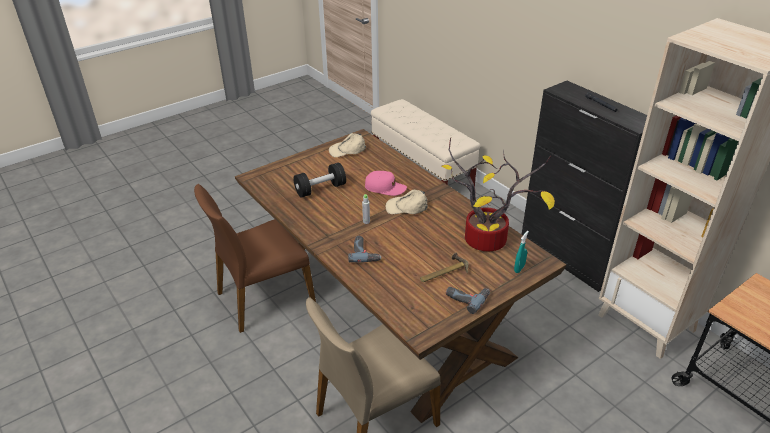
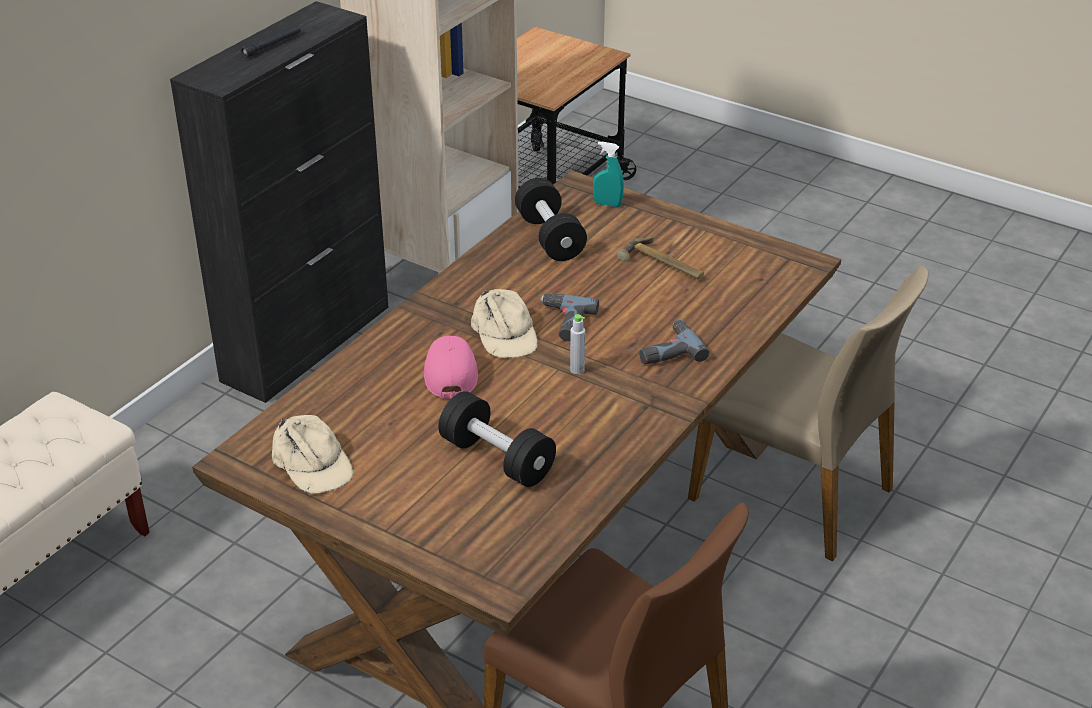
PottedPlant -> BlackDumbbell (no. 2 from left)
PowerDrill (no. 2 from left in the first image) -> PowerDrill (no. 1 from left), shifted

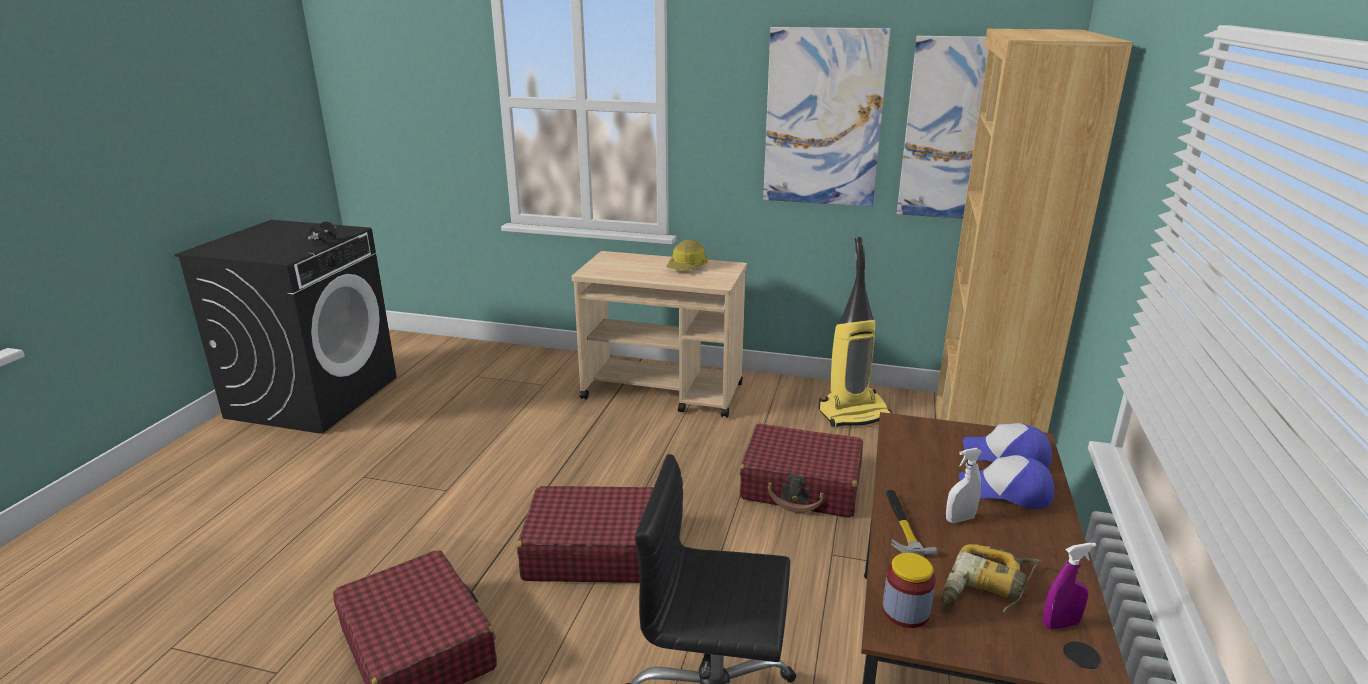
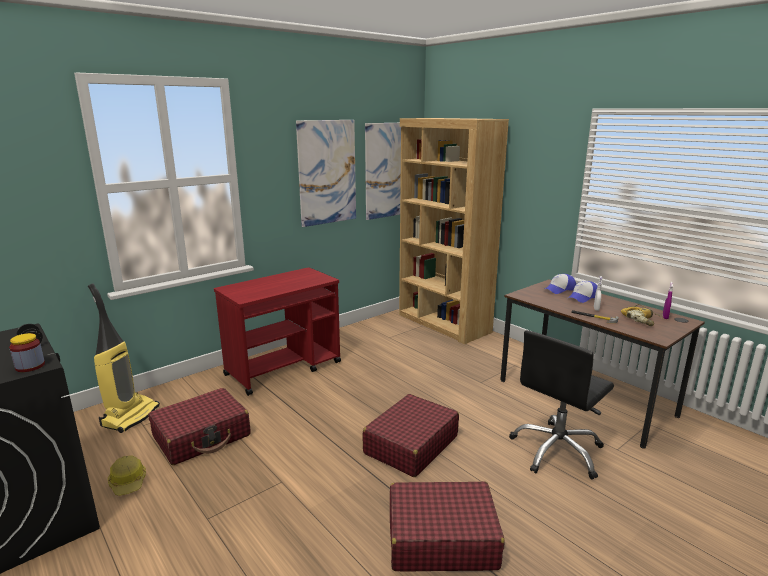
Jar, shifted
VacuumCleaner, shifted
HardHat, shifted
RedSuitcase (no. 3 from left in the first image) -> RedSuitcase (no. 1 from left), shifted
BeigeCart -> RedCart

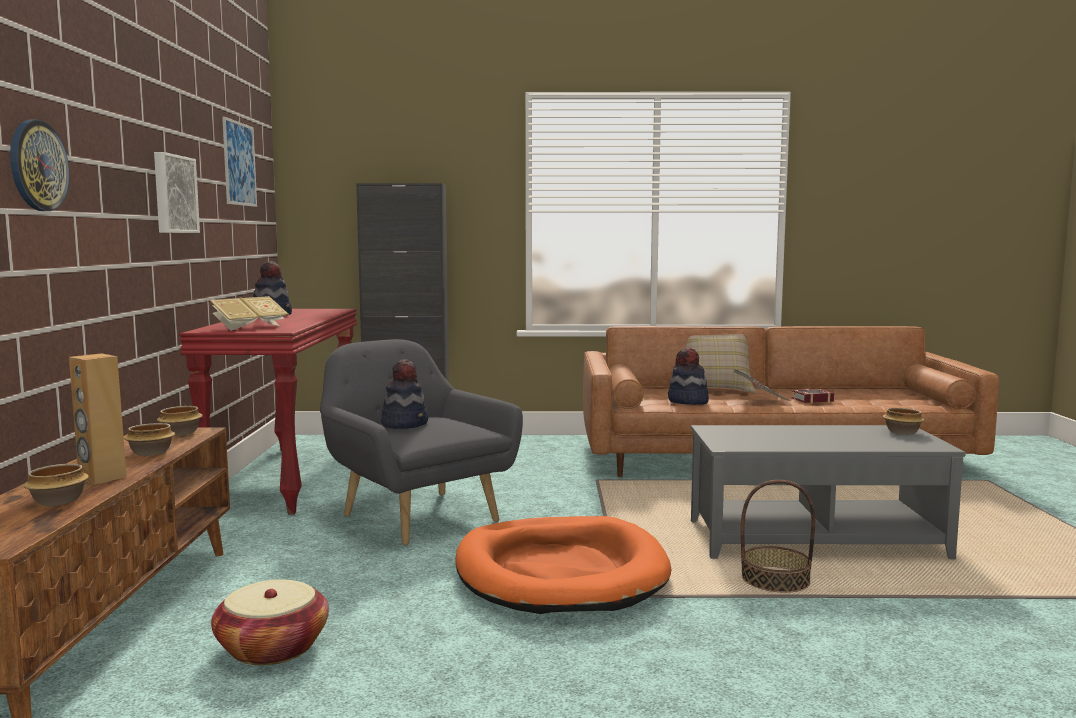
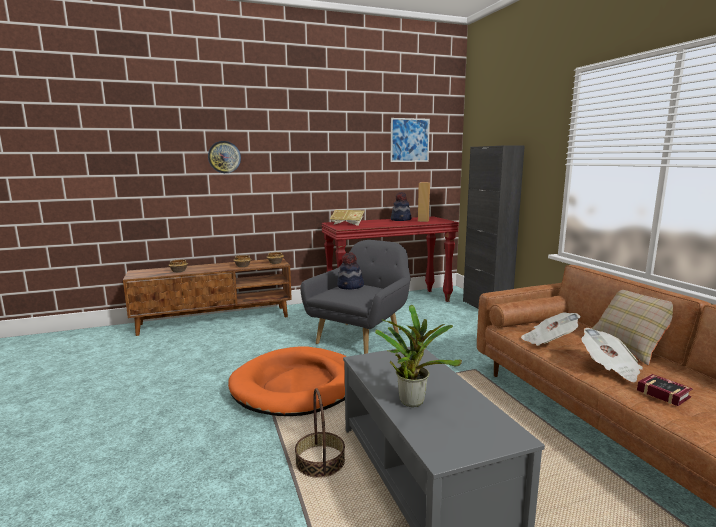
none -> PottedPlant
BrownSpeaker, shifted
Hat (no. 3 from left) -> Newspaper (no. 1 from left)
Picture (no. 1 from left) -> none
Basket (no. 1 from left) -> none
Bowl (no. 4 from left) -> none

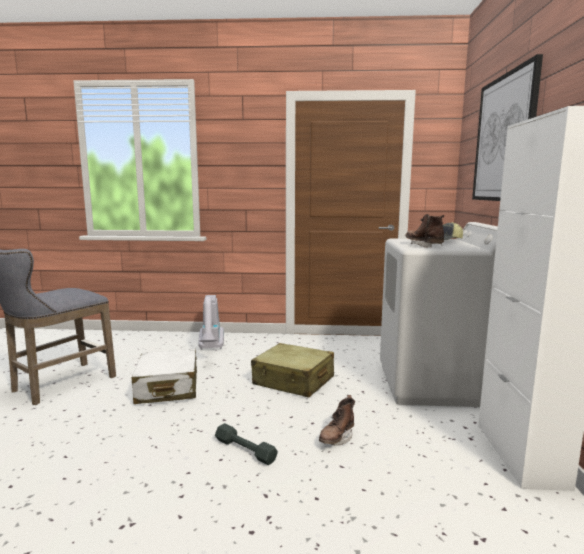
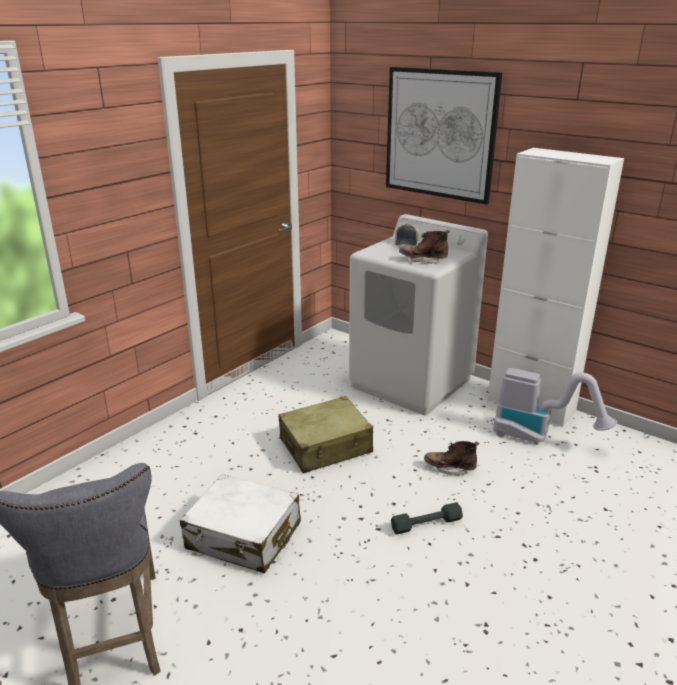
BrownBoot (no. 1 from left in the first image) -> BrownBoot (no. 2 from left), 120 degrees clockwise
VacuumCleaner, shifted

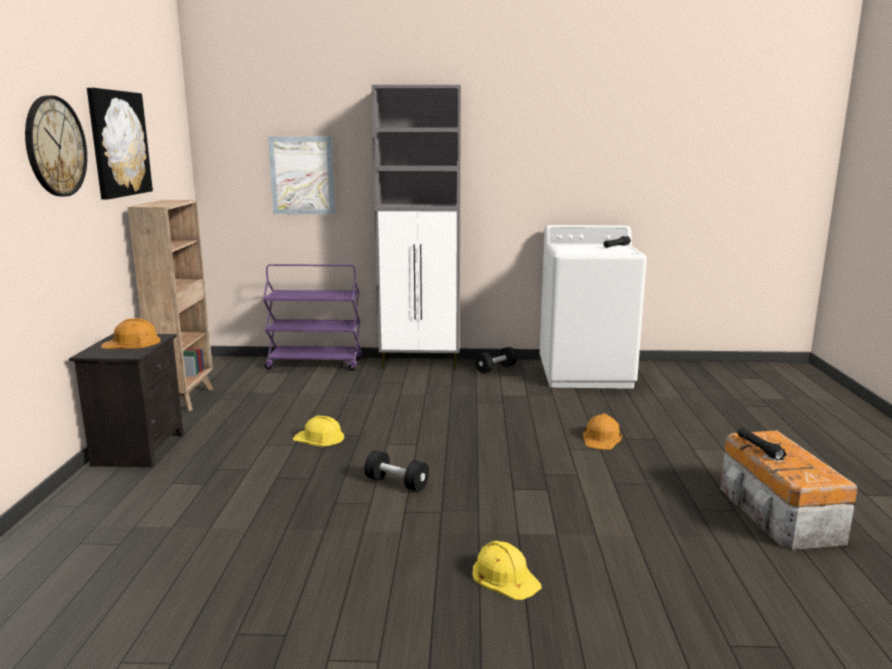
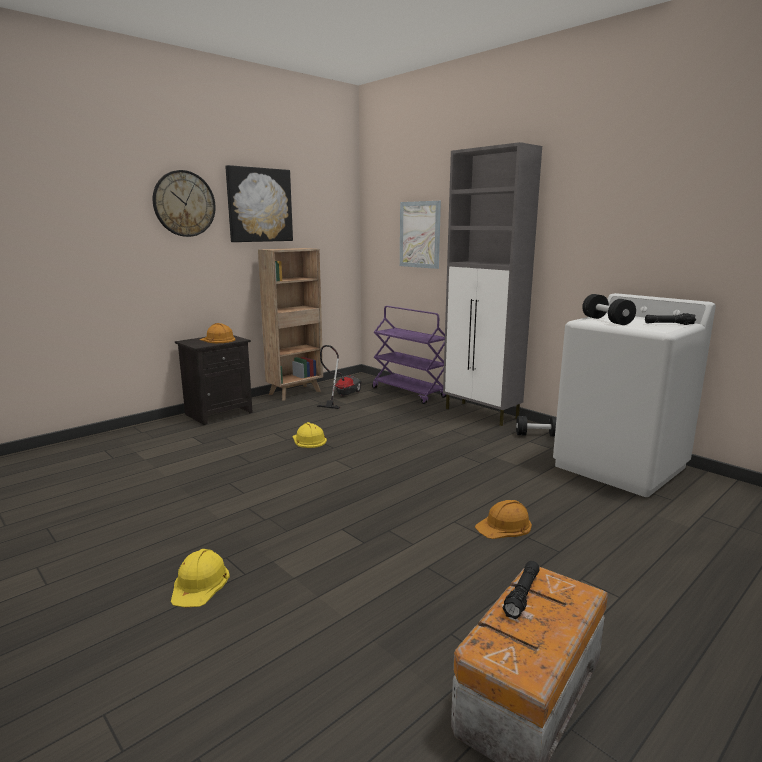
none -> VacuumCleaner
BlackDumbbell (no. 1 from left in the first image) -> BlackDumbbell (no. 2 from left), shifted

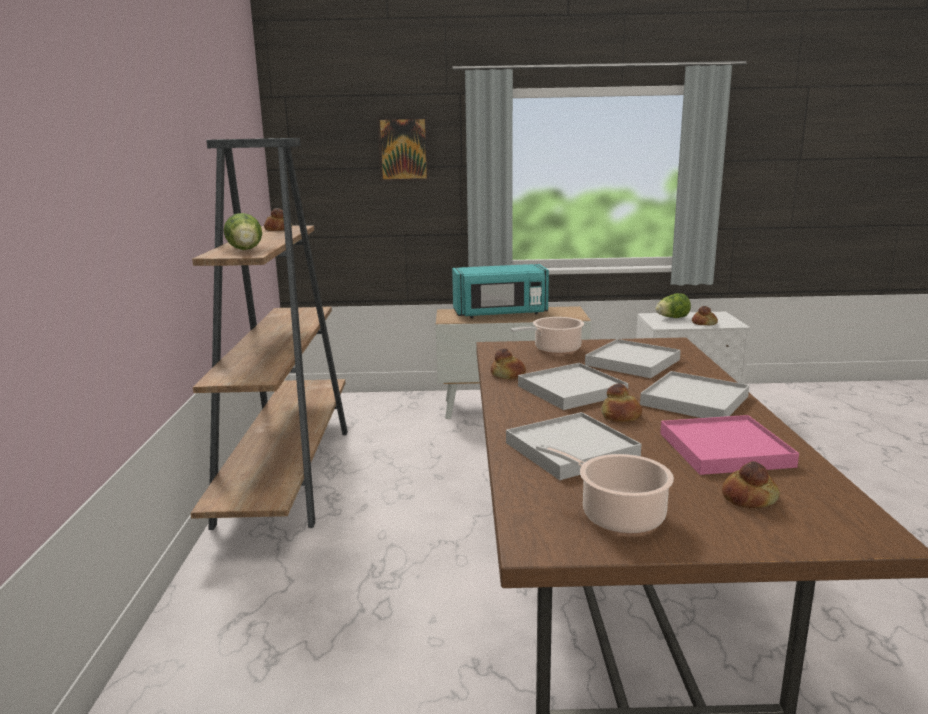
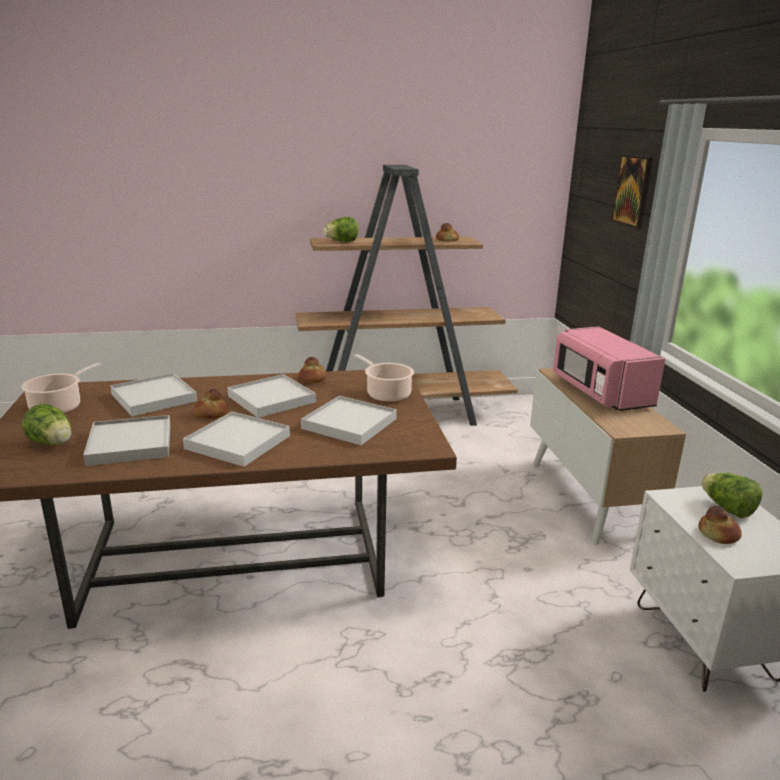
Bread (no. 5 from left) -> Lettuce (no. 1 from left)
PinkTray -> WhiteTray (no. 1 from left)
TurquoiseMicrowave -> PinkMicrowave

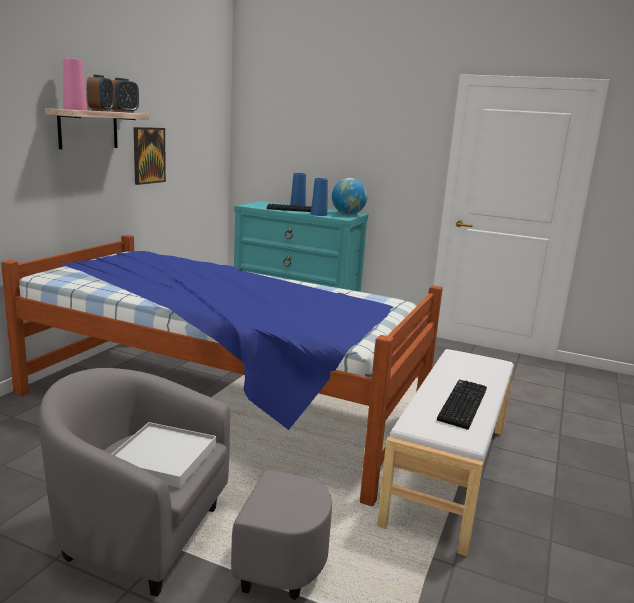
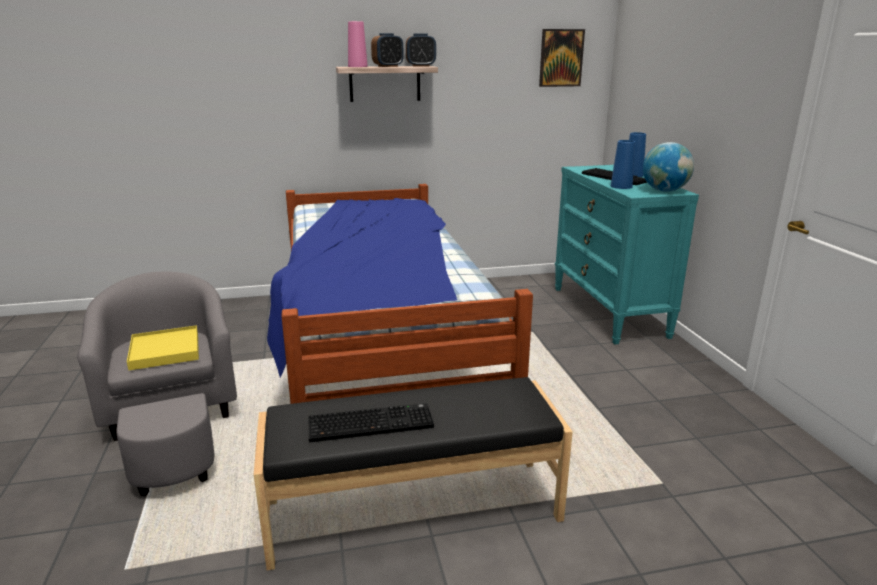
WhiteTray -> YellowTray
WhiteBench -> BlackBench
Picture, shifted

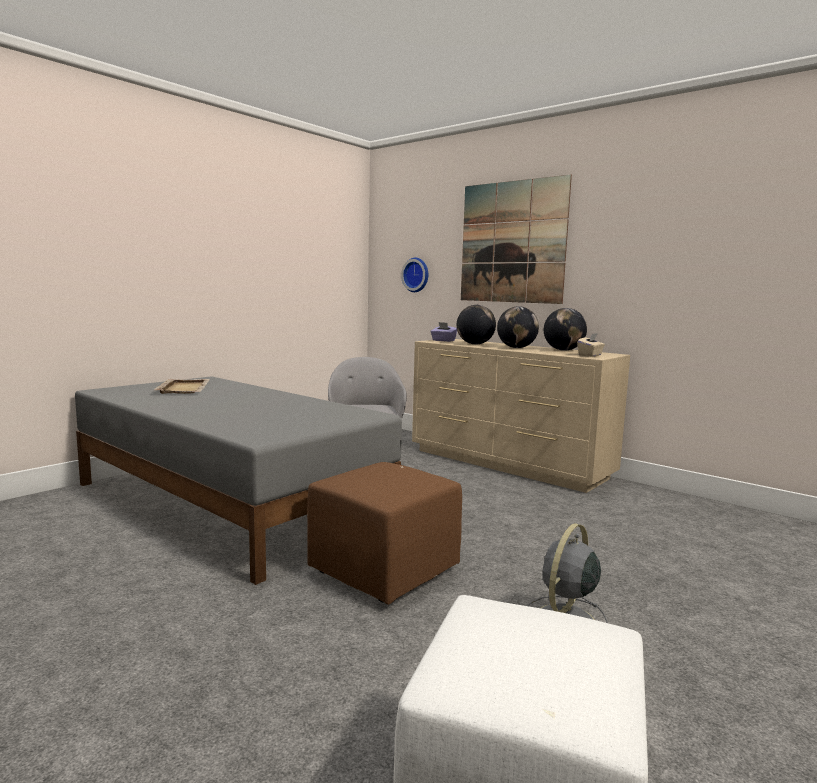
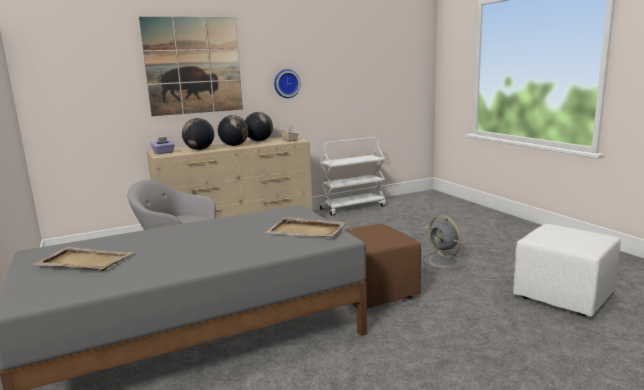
none -> BeigeTray (no. 2 from left)
WallClock, shifted
none -> WhiteCart

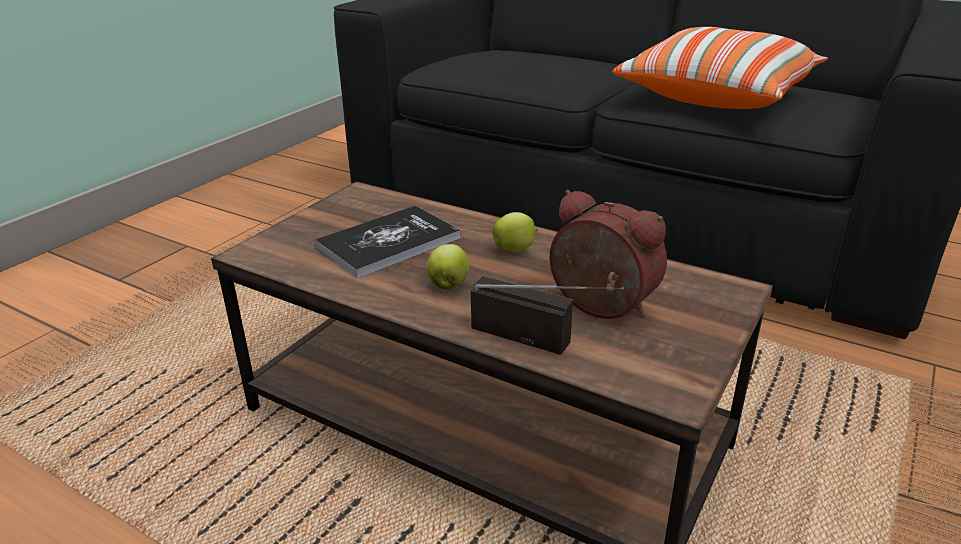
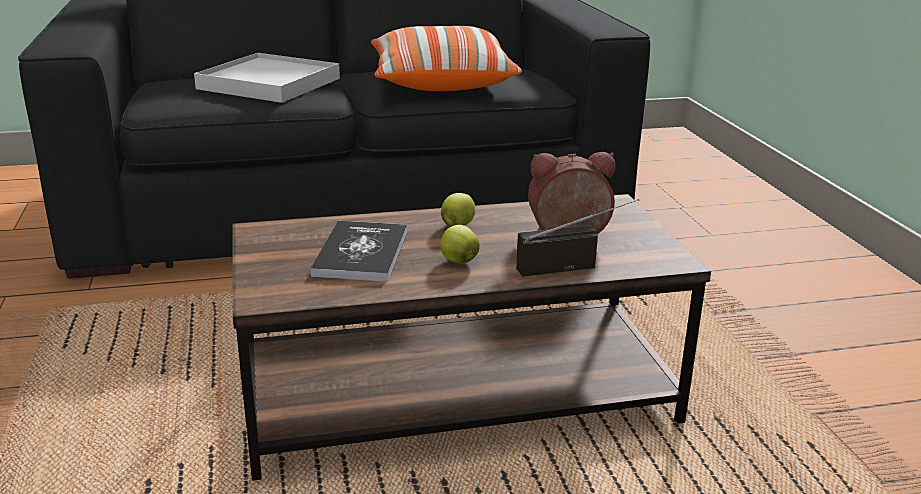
none -> WhiteTray

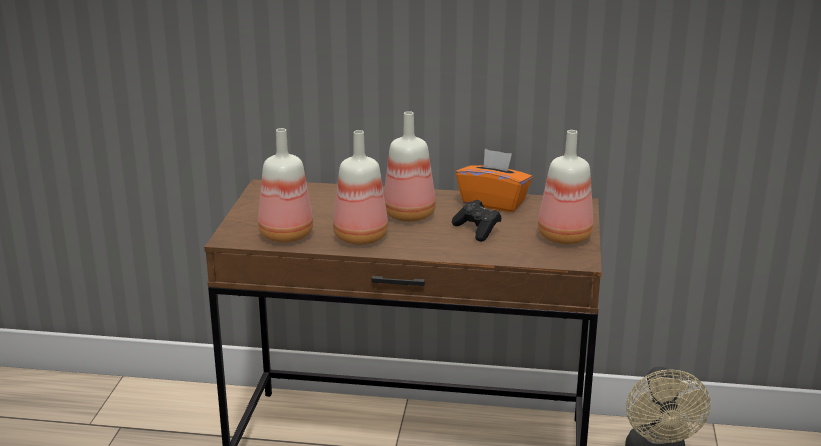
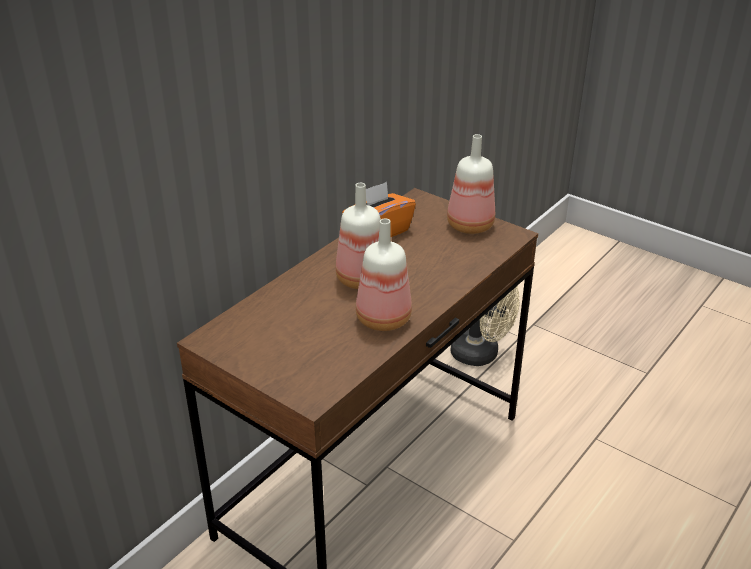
Bottle (no. 1 from left) -> none
BlackGameController -> none

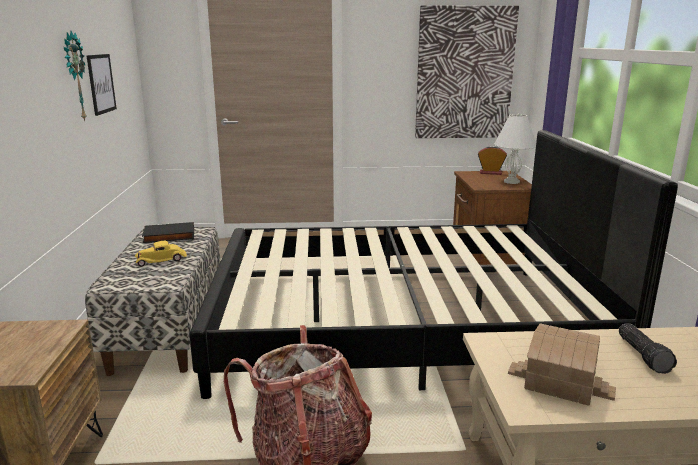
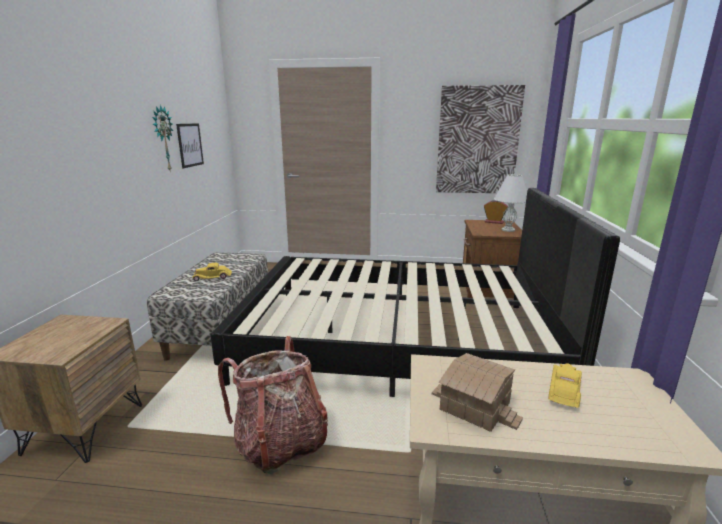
Flashlight -> YellowToyCar (no. 2 from left)
BlackBook -> none

